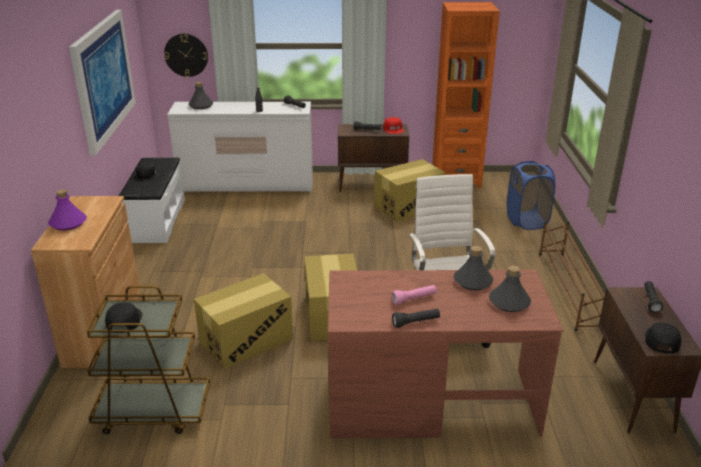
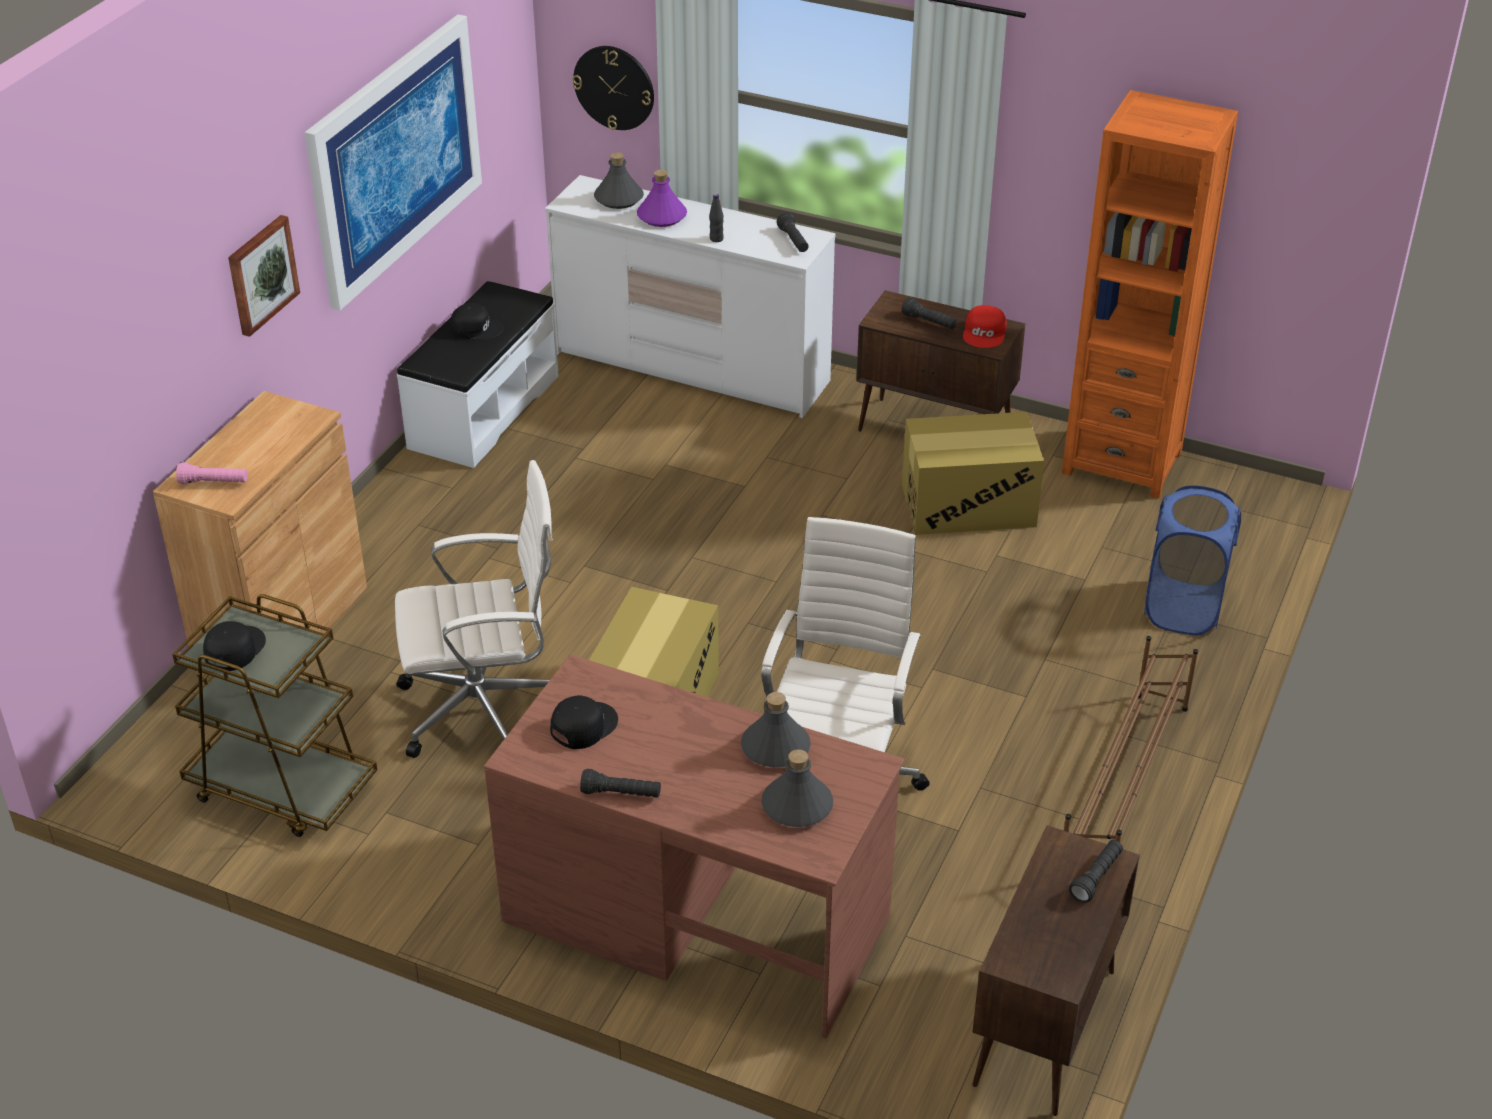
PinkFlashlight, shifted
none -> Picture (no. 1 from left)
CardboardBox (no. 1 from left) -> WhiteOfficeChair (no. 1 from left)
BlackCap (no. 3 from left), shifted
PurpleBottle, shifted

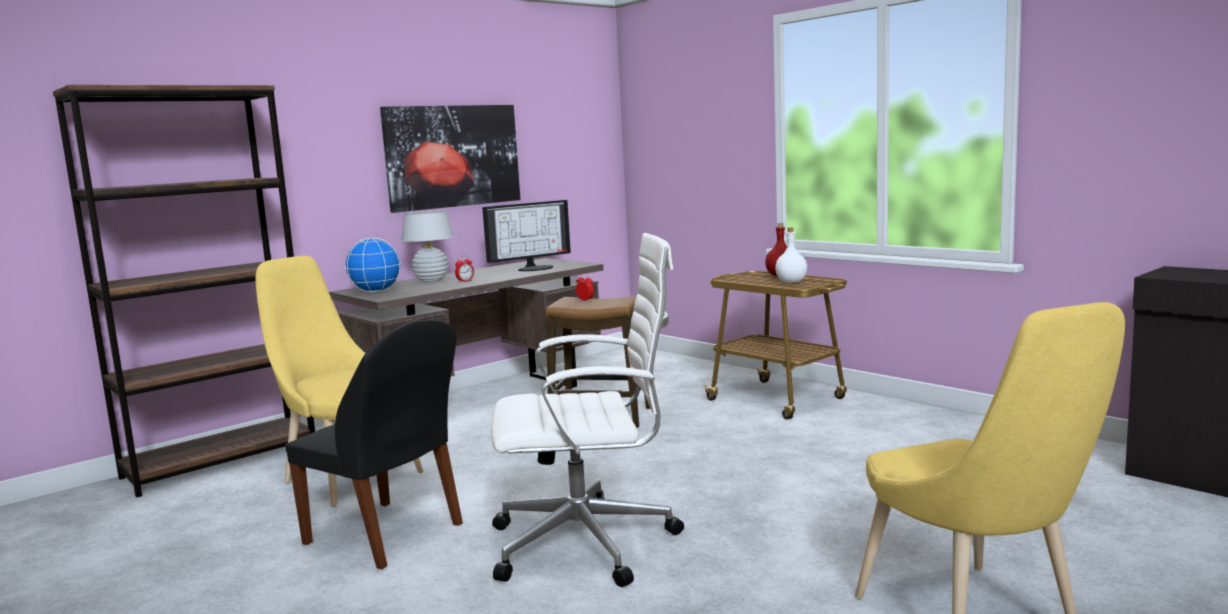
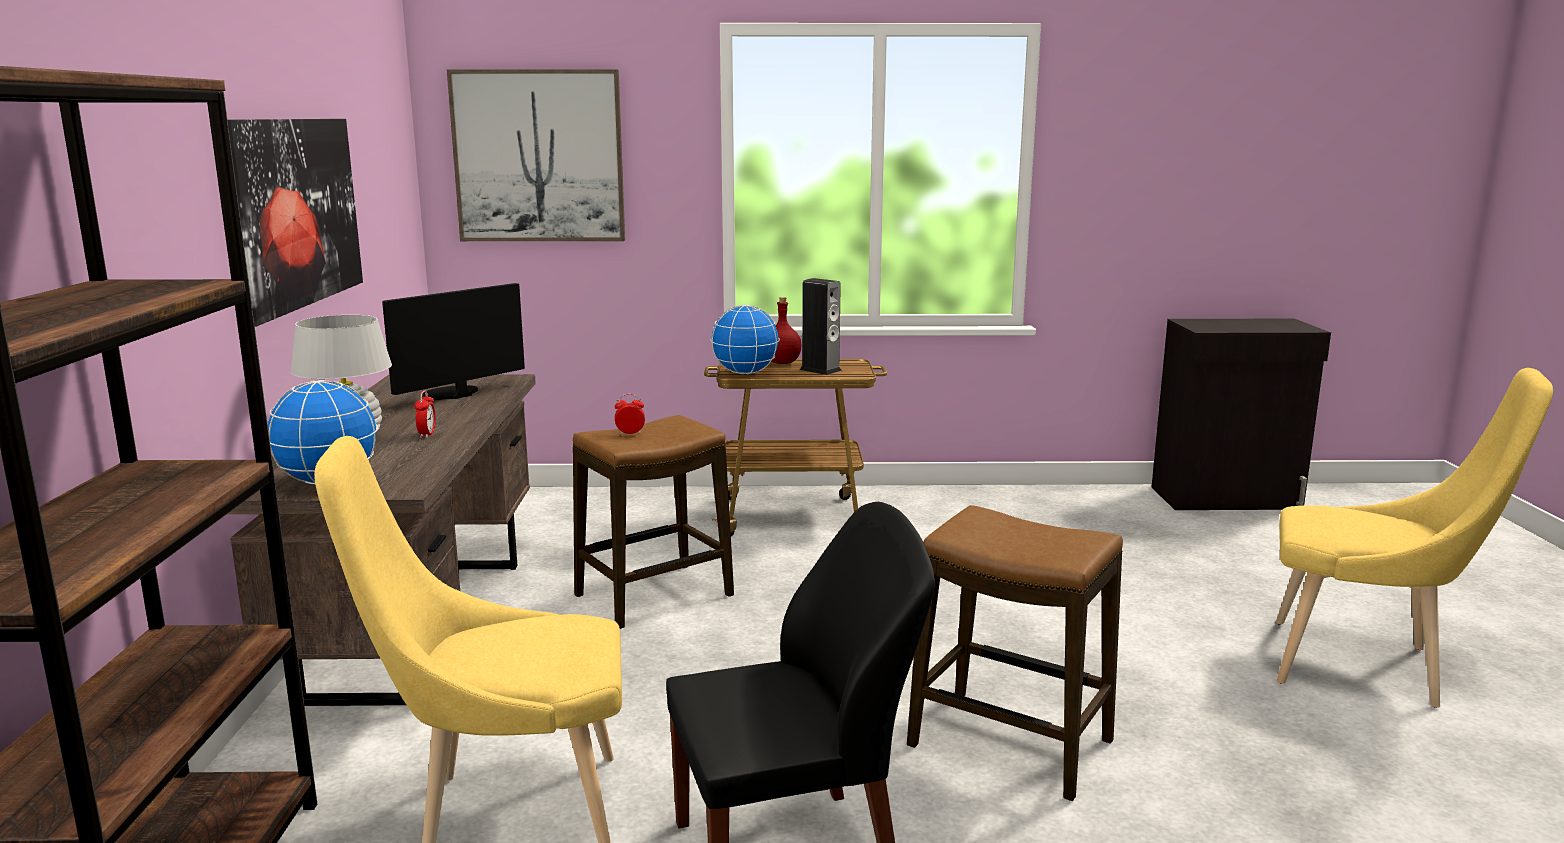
Monitor, 150 degrees counterclockwise
none -> Picture (no. 2 from left)
none -> Globe (no. 2 from left)
WhiteBottle -> Speaker
WhiteOfficeChair -> Stool (no. 2 from left)

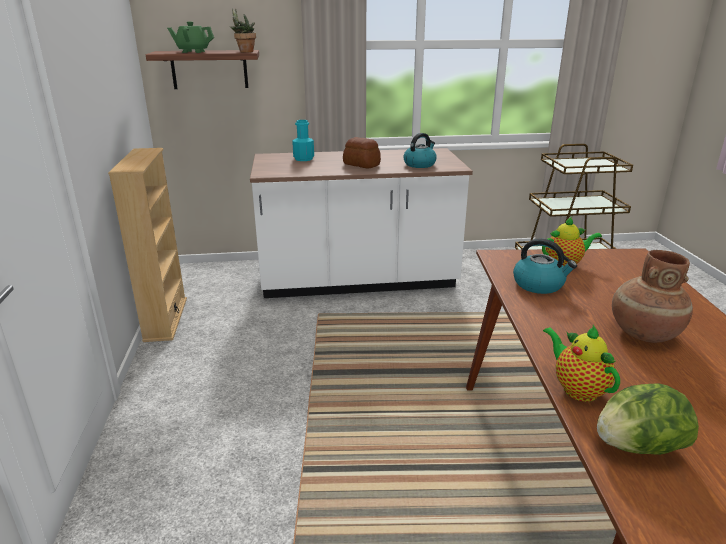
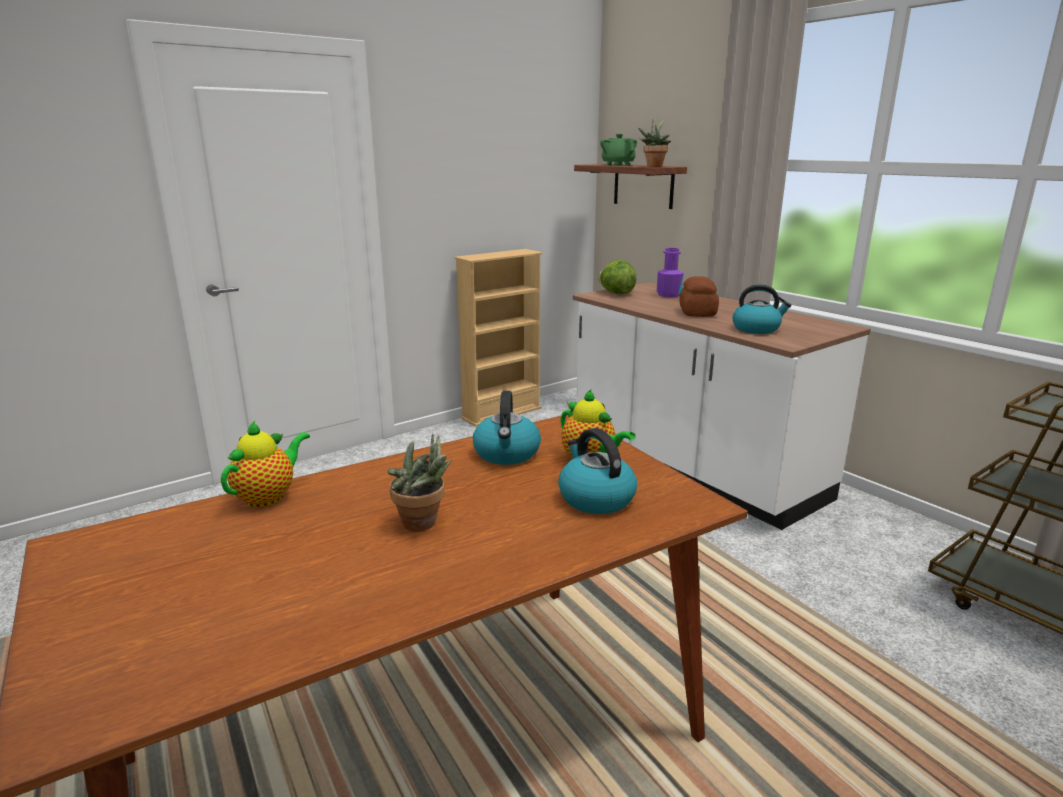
BrownVase -> PottedPlant (no. 1 from left)
none -> Kettle (no. 2 from left)
Lettuce, shifted
TurquoiseBottle -> PurpleBottle

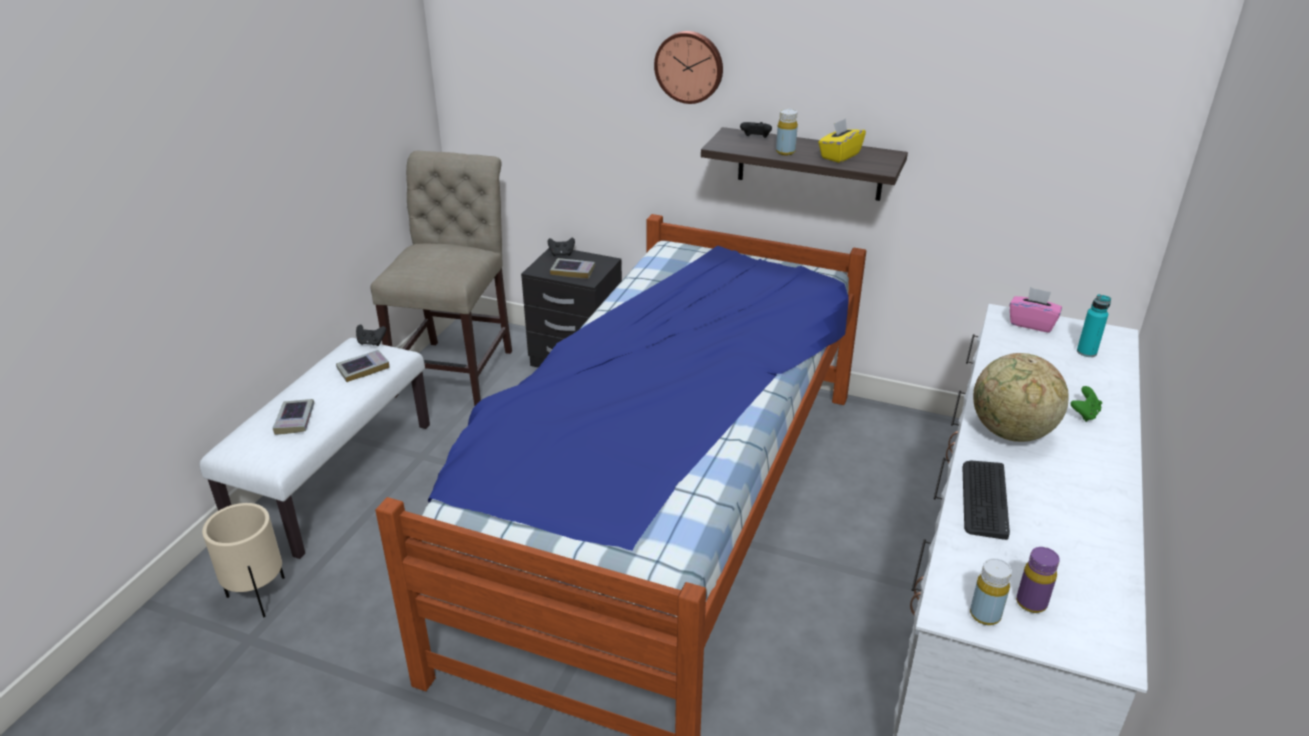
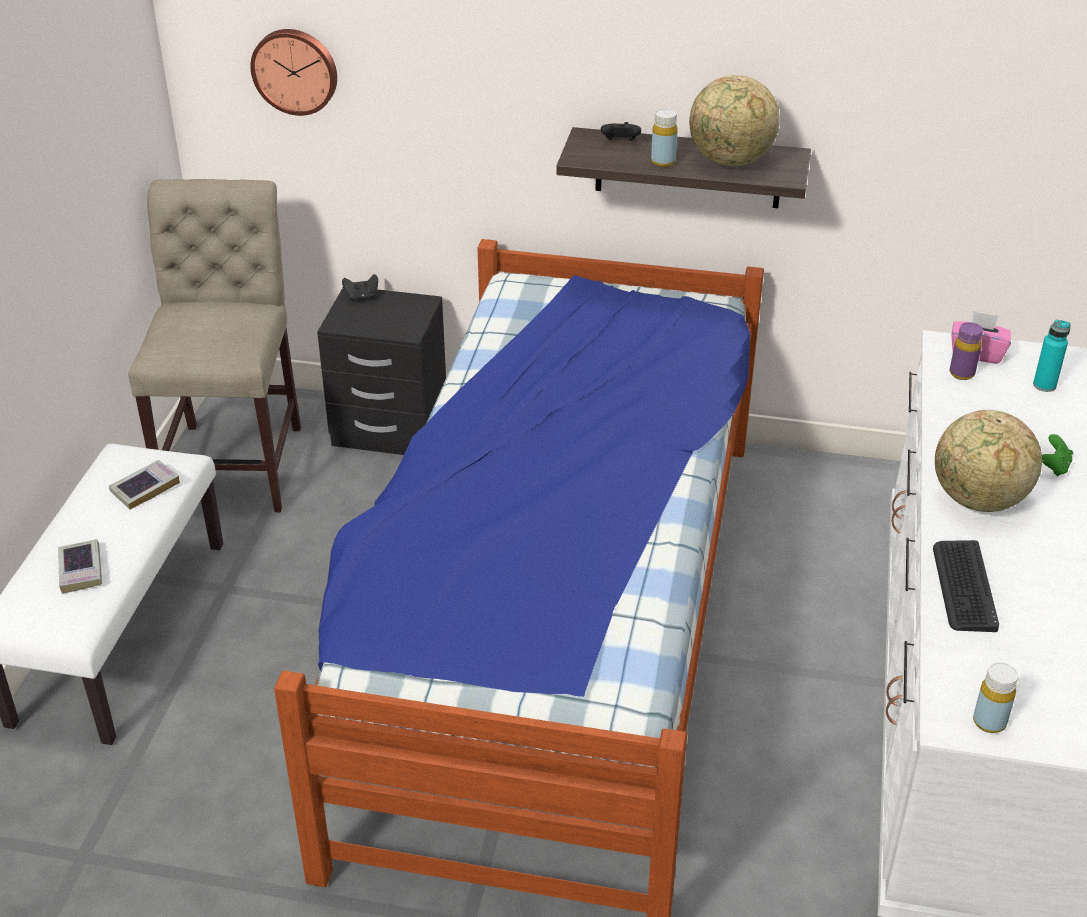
WallClock, shifted
YellowTissueBox -> Globe (no. 1 from left)
PurpleBottle, shifted
BeigePlanter -> none
BlackGameController (no. 1 from left) -> none
Book (no. 3 from left) -> none

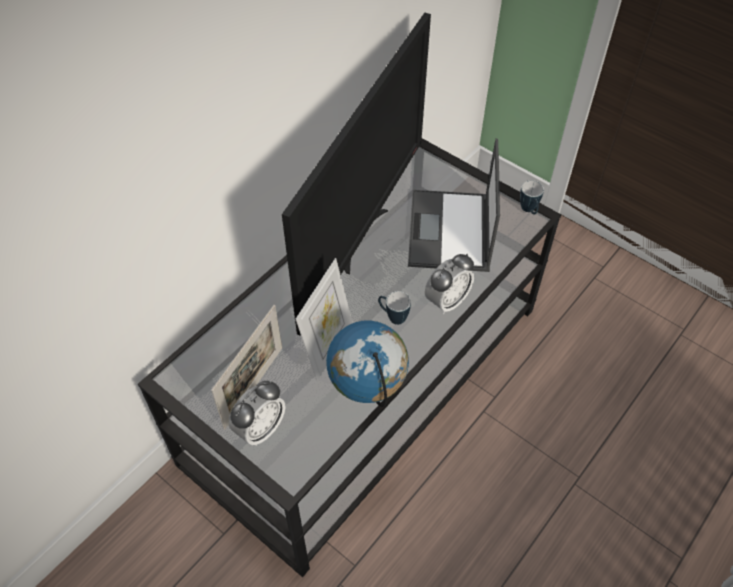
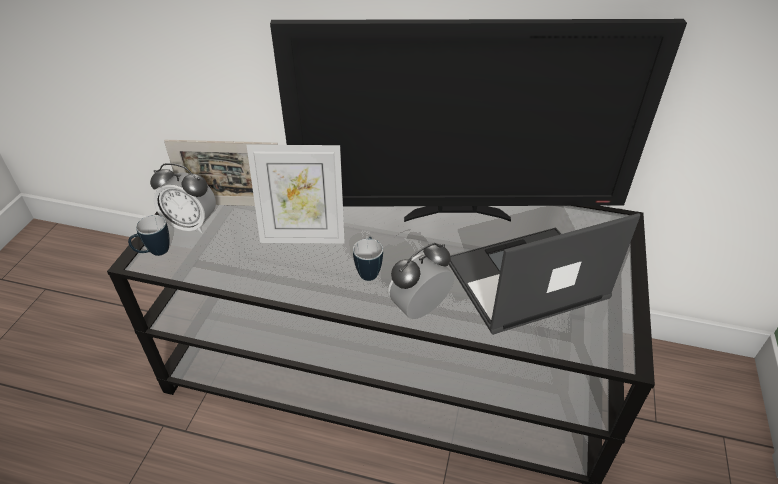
Mug (no. 2 from left in the first image) -> Mug (no. 1 from left), shifted
AlarmClock (no. 2 from left), 120 degrees clockwise
Globe -> none

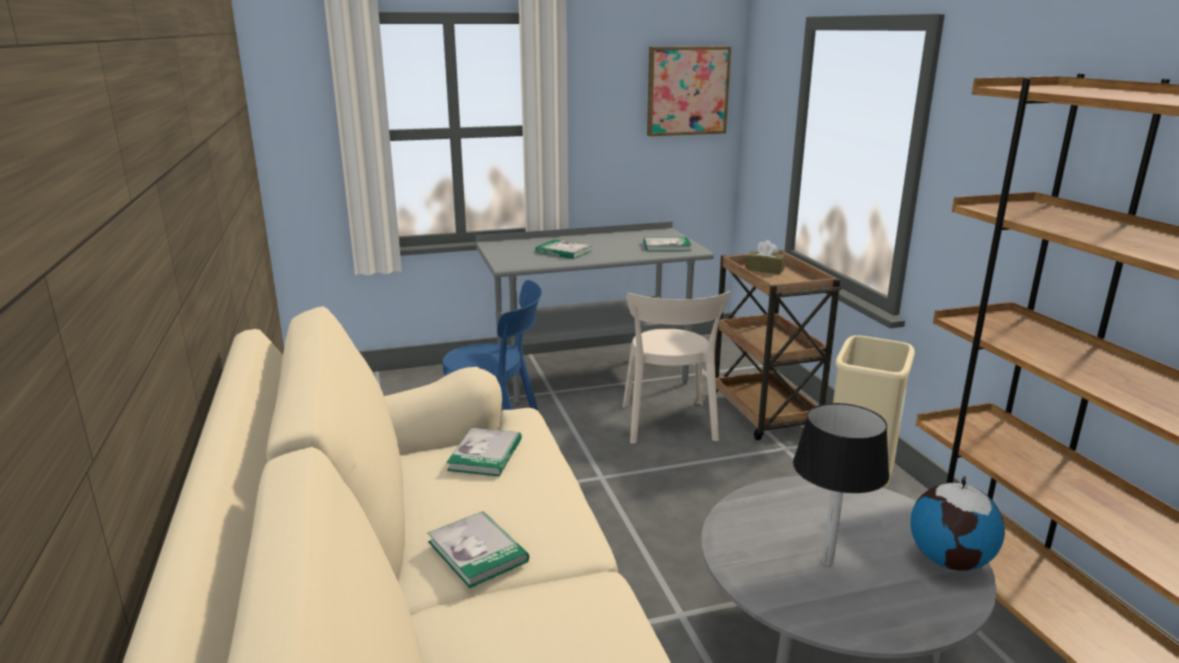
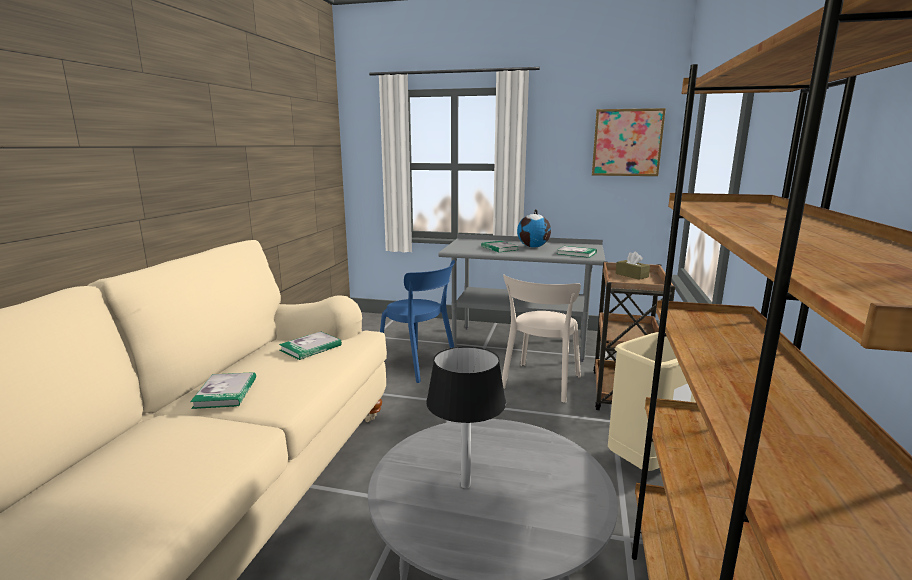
Globe, shifted

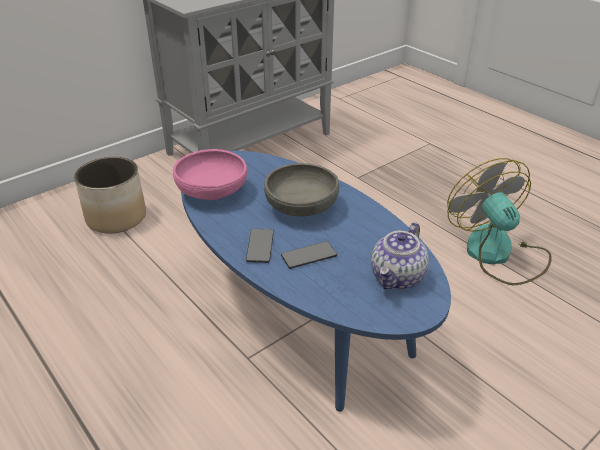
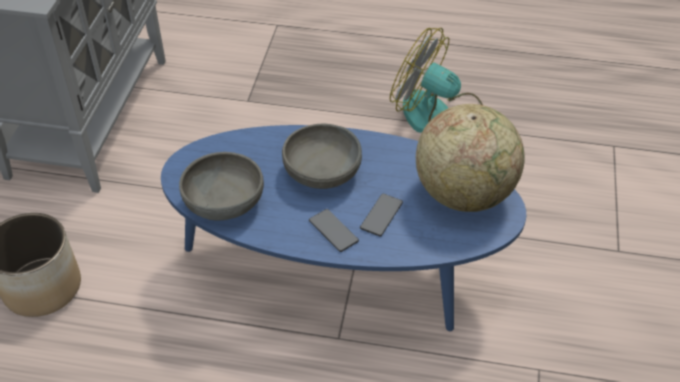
PinkBowl -> GreyBowl (no. 1 from left)
Teapot -> Globe

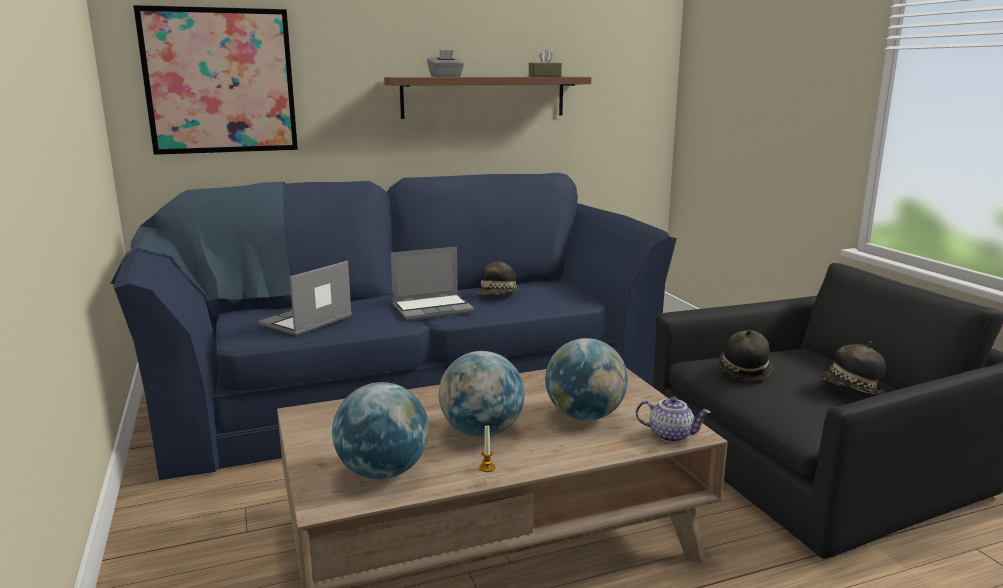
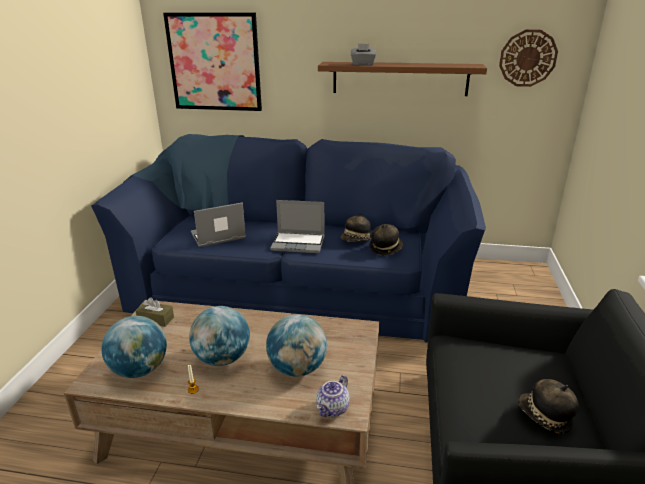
BrownTissueBox, shifted
Teapot, 75 degrees clockwise
Hat (no. 2 from left), shifted
none -> WallClock

